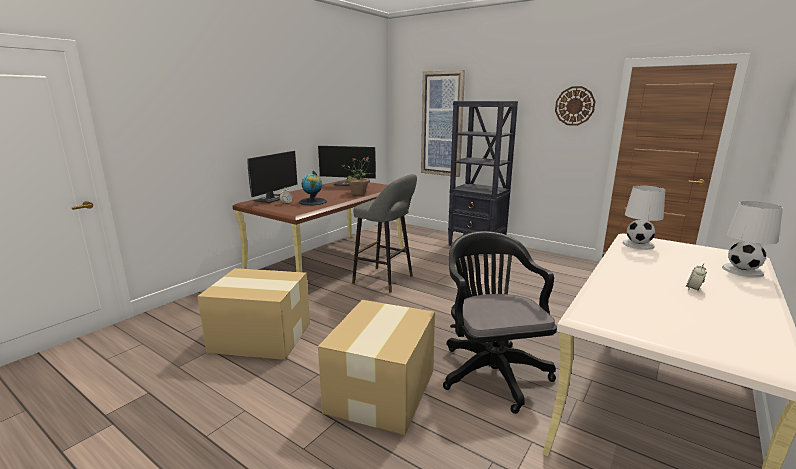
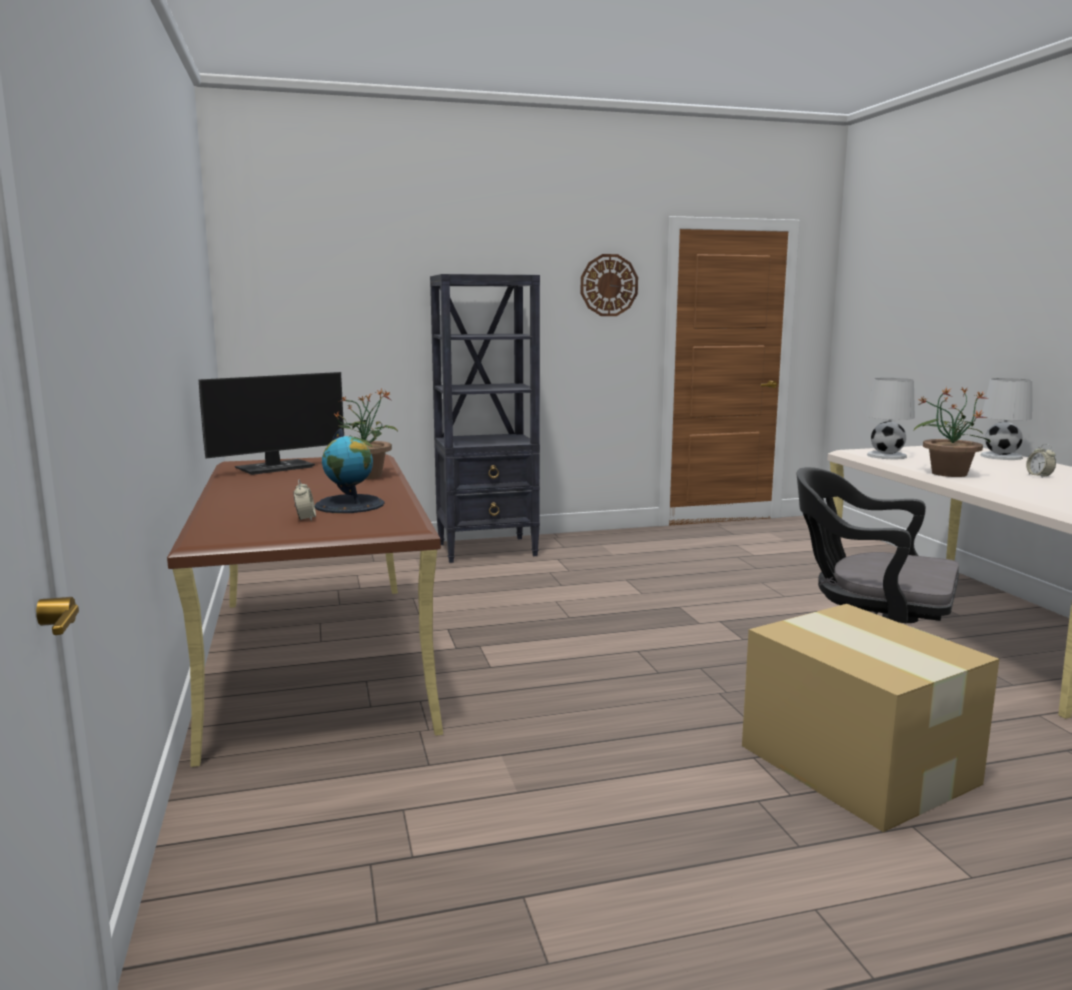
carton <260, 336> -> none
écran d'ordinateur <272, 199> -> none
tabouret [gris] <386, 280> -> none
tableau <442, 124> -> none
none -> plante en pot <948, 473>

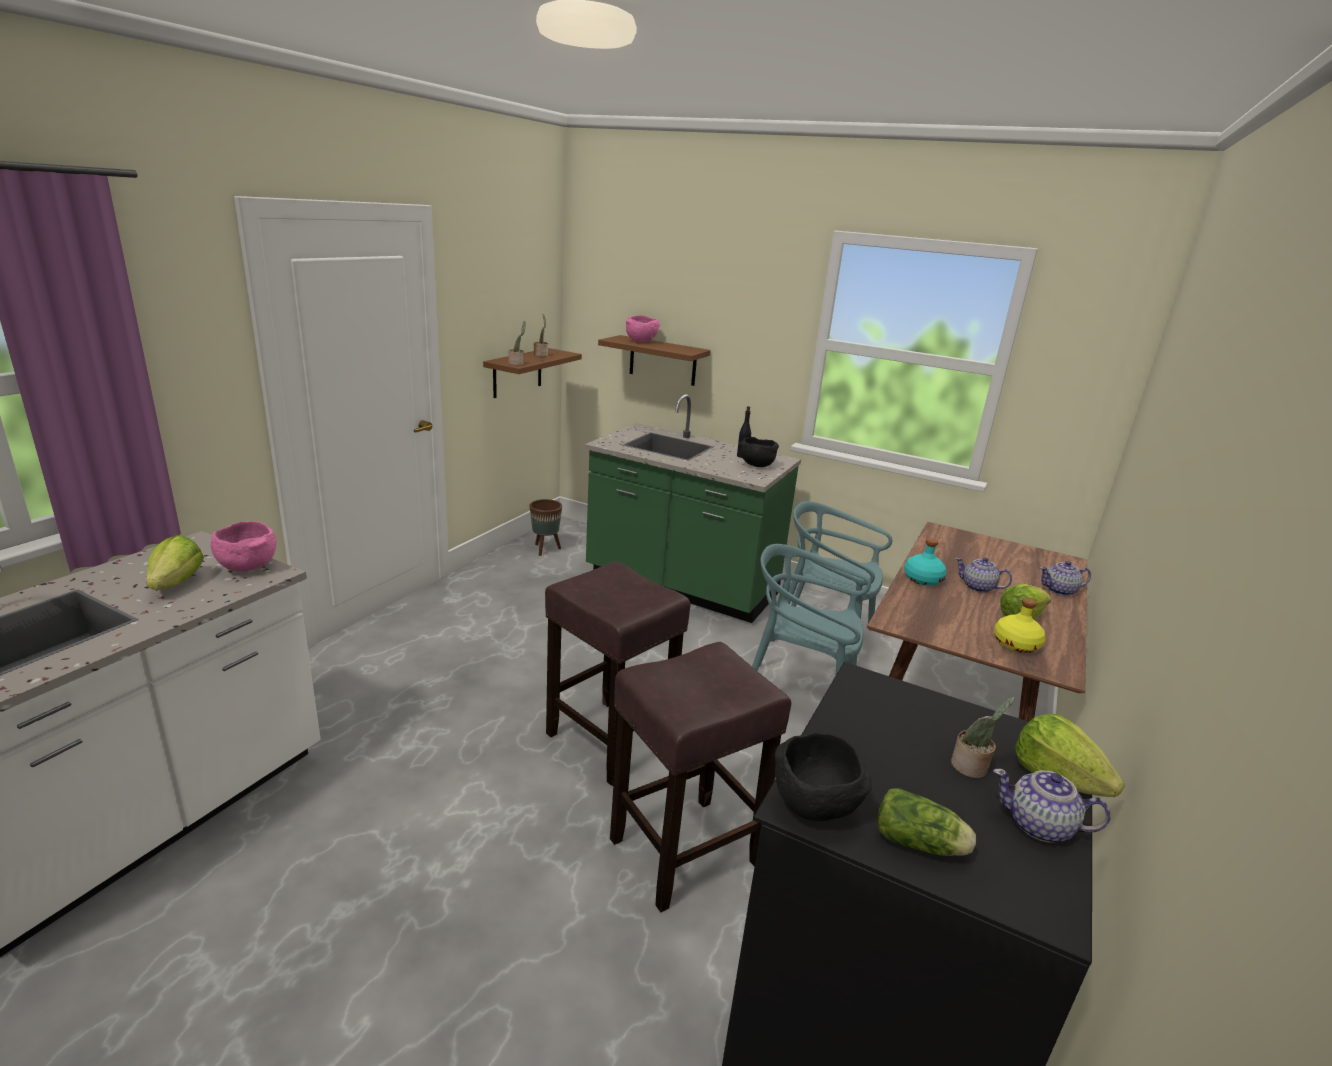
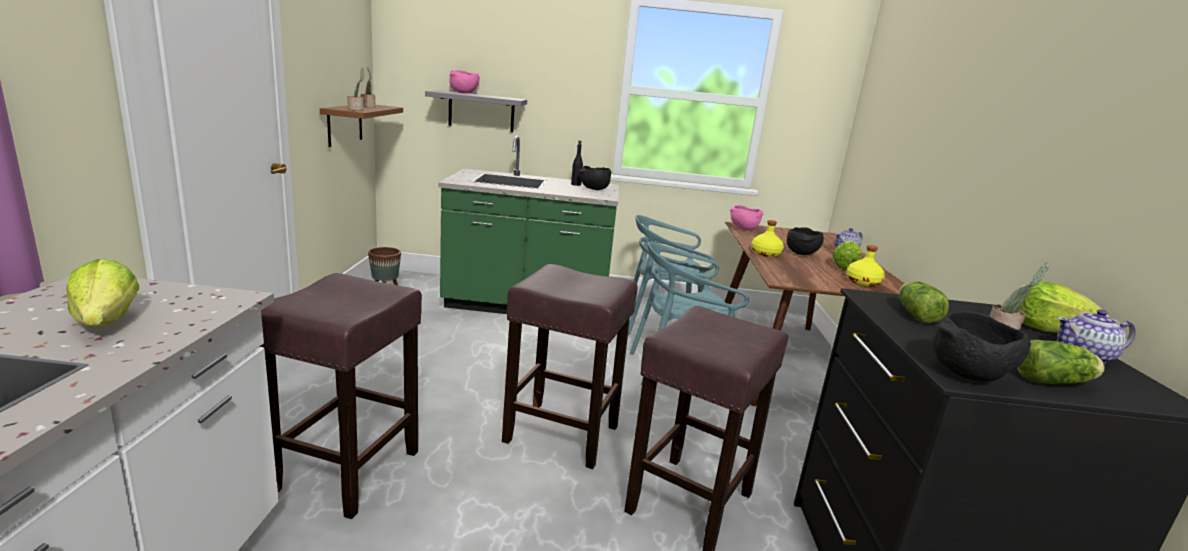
bol [rose] <247, 567> -> bol [rose] <743, 228>, move
étagère [marron] <662, 361> -> étagère [gris] <481, 111>
bouteille [turquoise] <922, 579> -> bouteille [jaune] <765, 253>
théière <977, 587> -> bol [noir] <801, 254>
none -> tabouret [marron] <349, 469>
none -> laitue <915, 314>

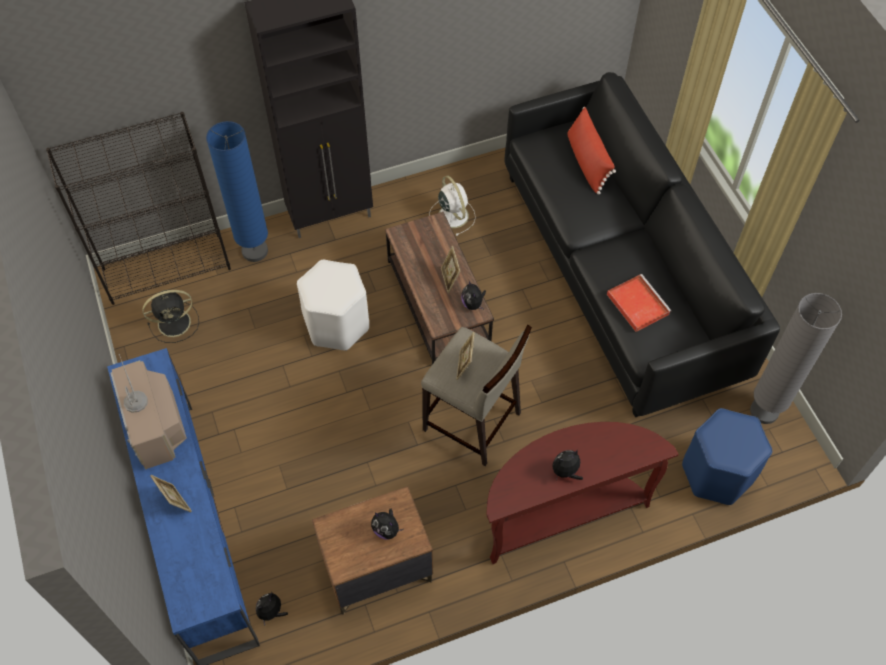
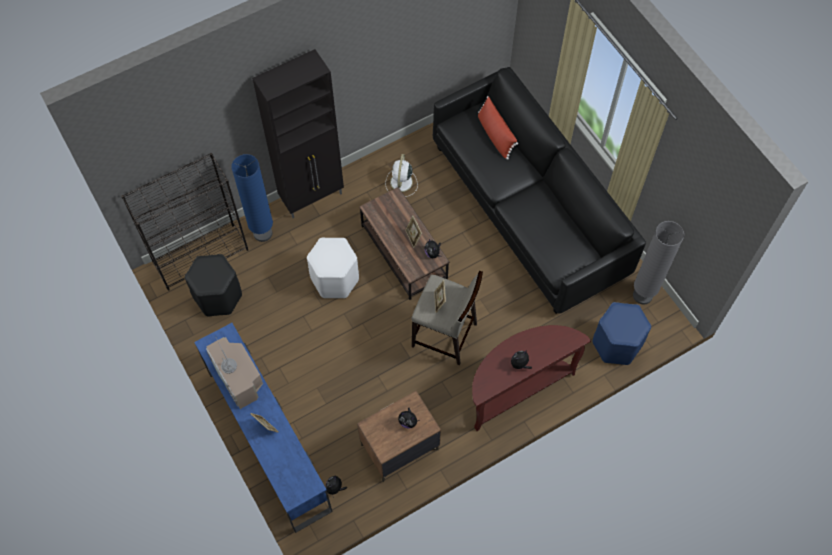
ventilateur [noir] <175, 322> -> tabouret [noir] <218, 296>
ventilateur [blanc] <452, 215> -> ventilateur [blanc] <401, 183>, 135 degrees counterclockwise
plateau [rouge] <636, 303> -> none

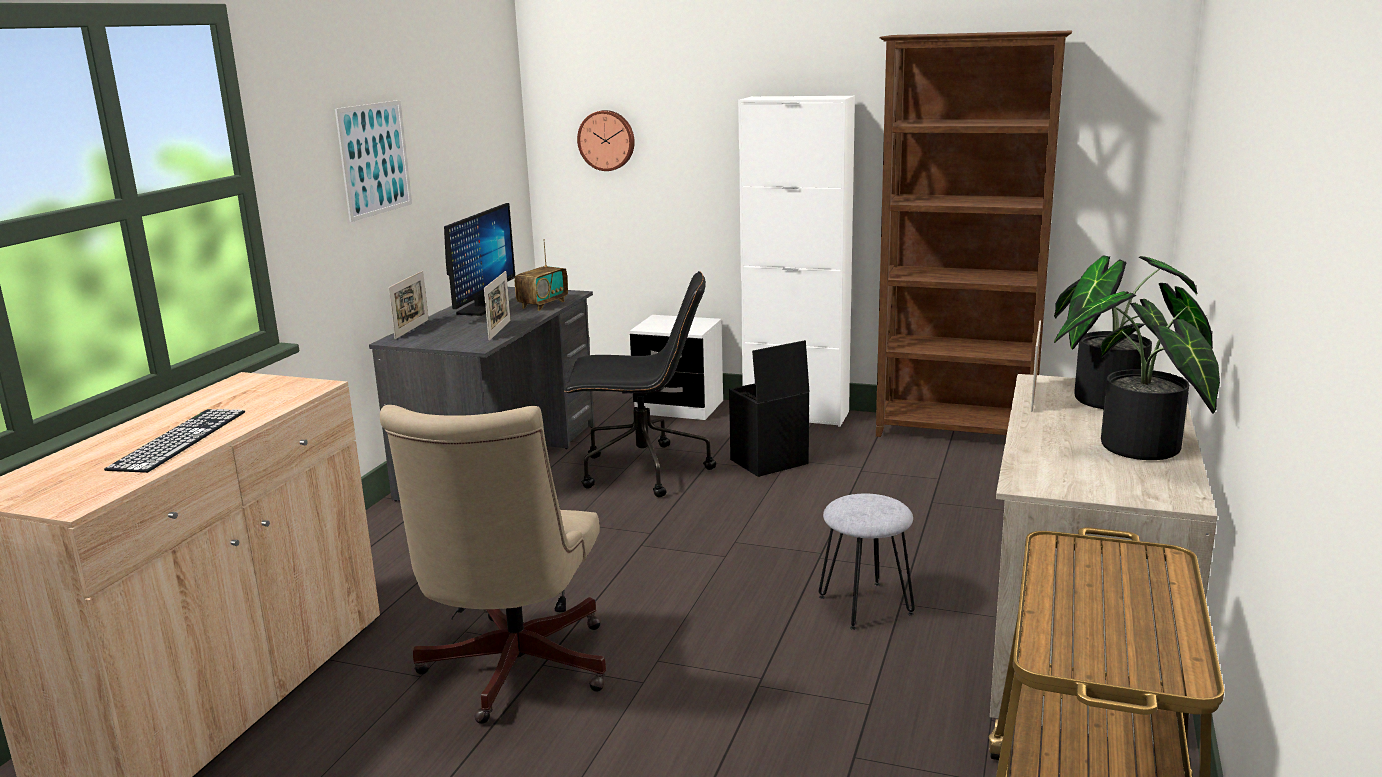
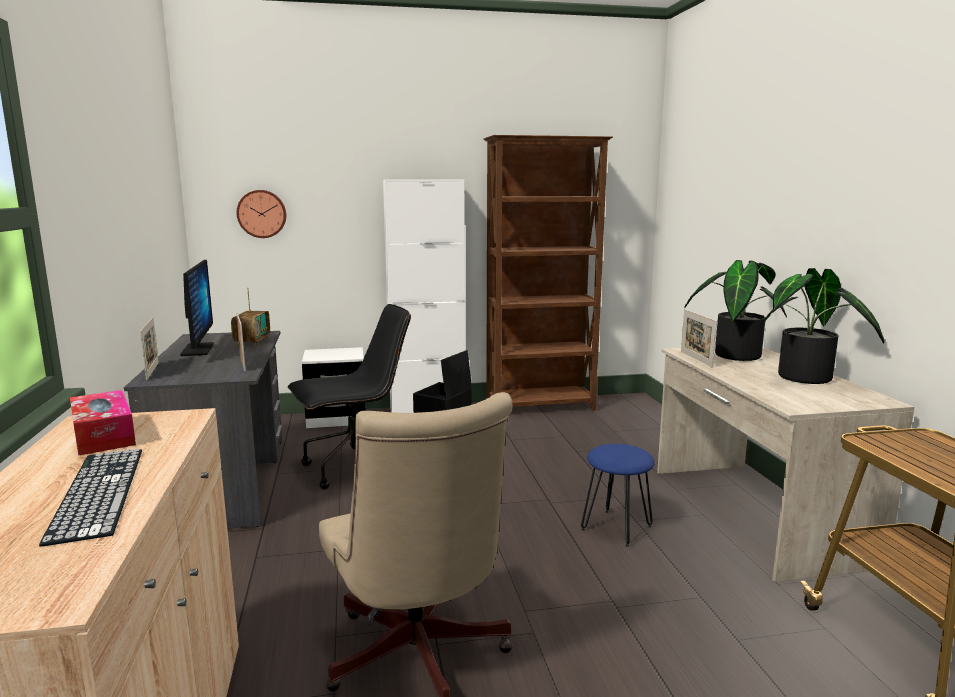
tableau <374, 159> -> none
tabouret [gris] <865, 605> -> tabouret [bleu] <616, 527>
none -> boîte à mouchoirs <103, 435>

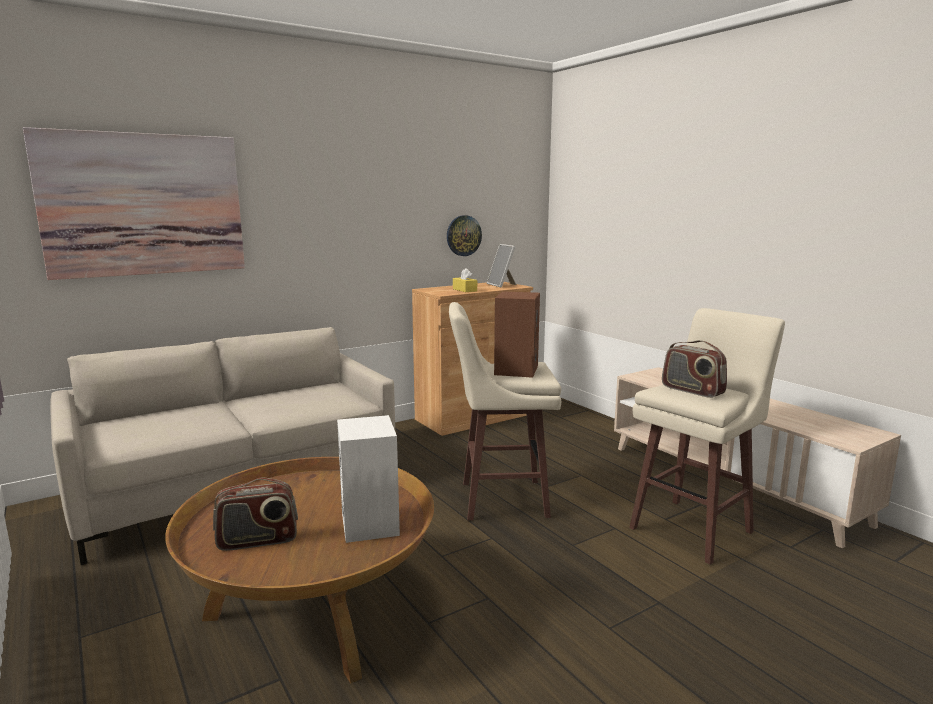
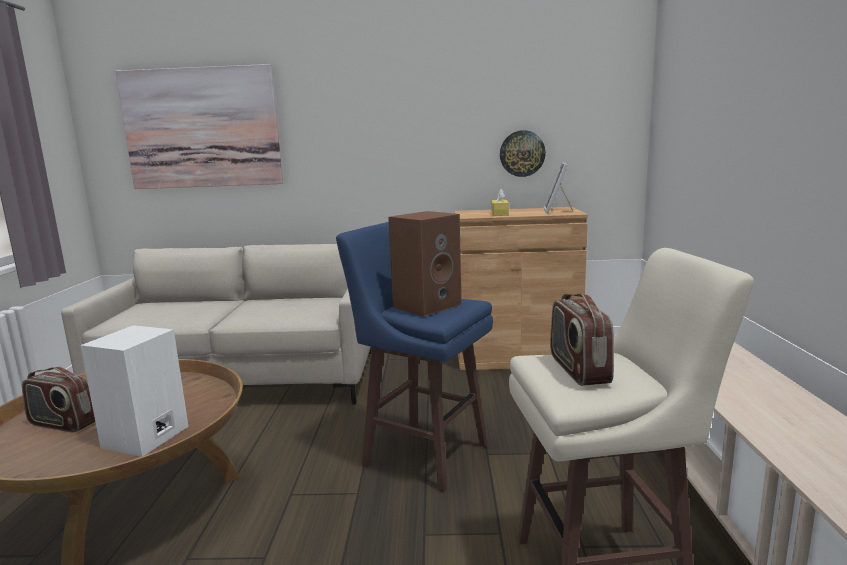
tabouret [beige] <500, 499> -> tabouret [bleu] <423, 453>

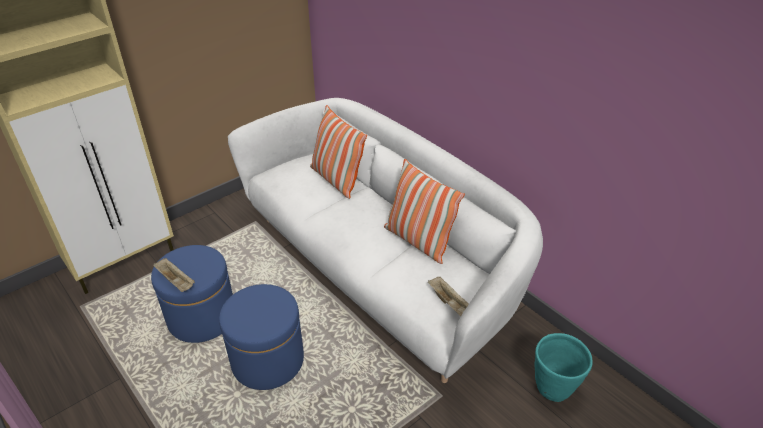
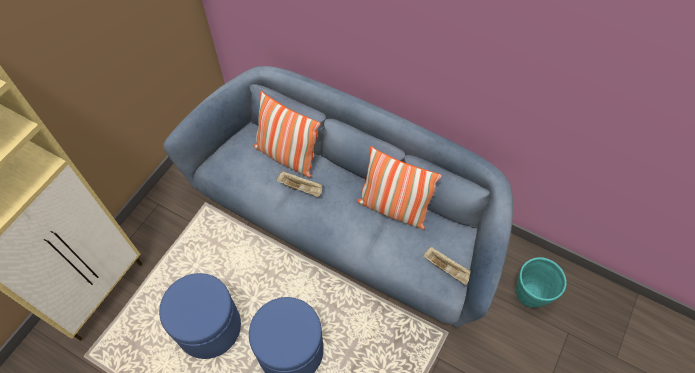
plateau [beige] <176, 281> -> plateau [beige] <301, 188>, move
canapé [blanc] <380, 269> -> canapé [bleu] <346, 221>

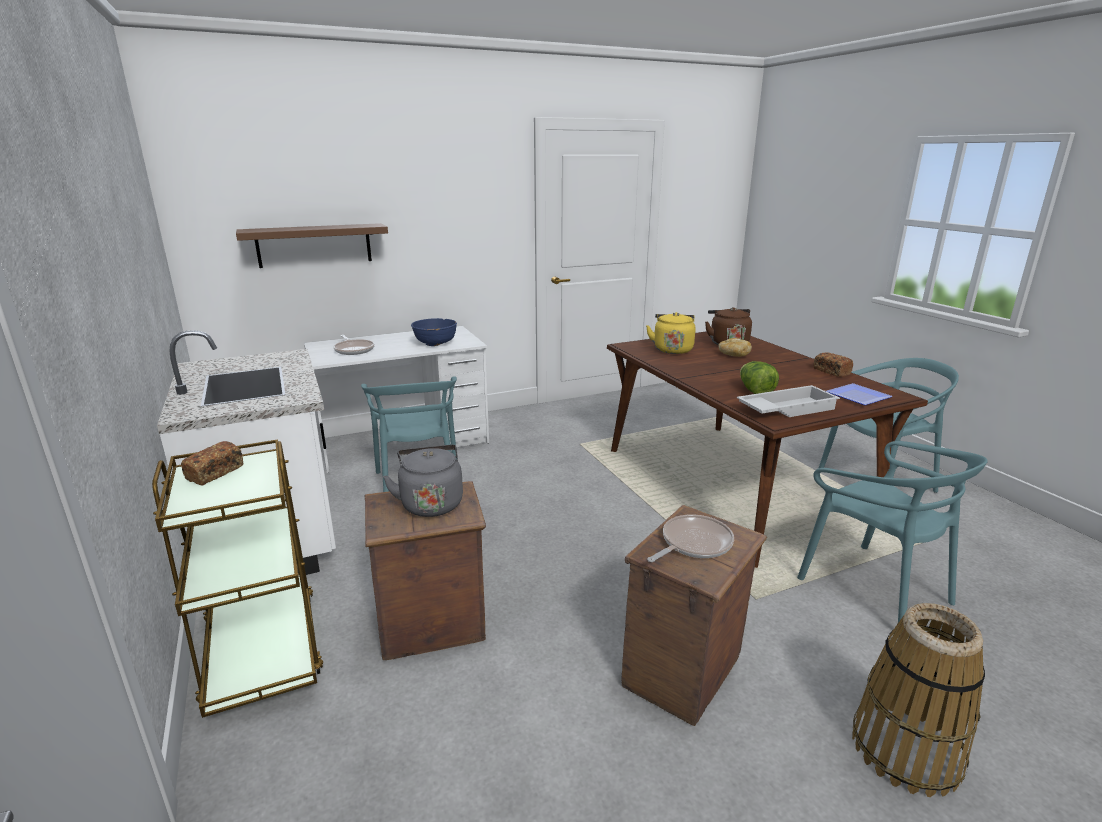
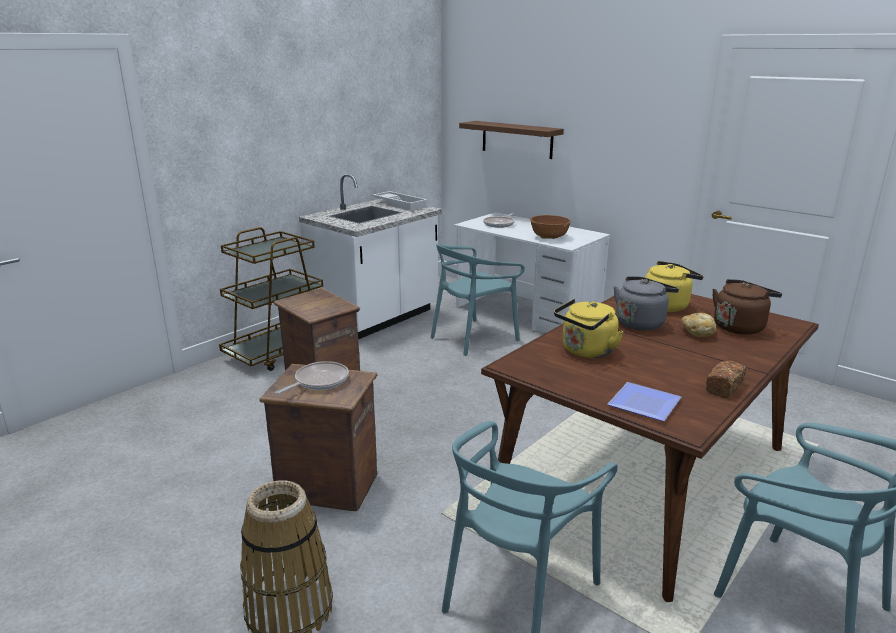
pain <215, 473> -> none
bouilloire [gris] <431, 503> -> bouilloire [gris] <641, 323>, move
bol [bleu] <435, 343> -> bol [marron] <549, 237>
poêle <693, 543> -> poêle <319, 381>, 75 degrees counterclockwise
plateau [blanc] <786, 408> -> plateau [blanc] <400, 204>, move
laitue <755, 391> -> bouilloire [jaune] <586, 351>

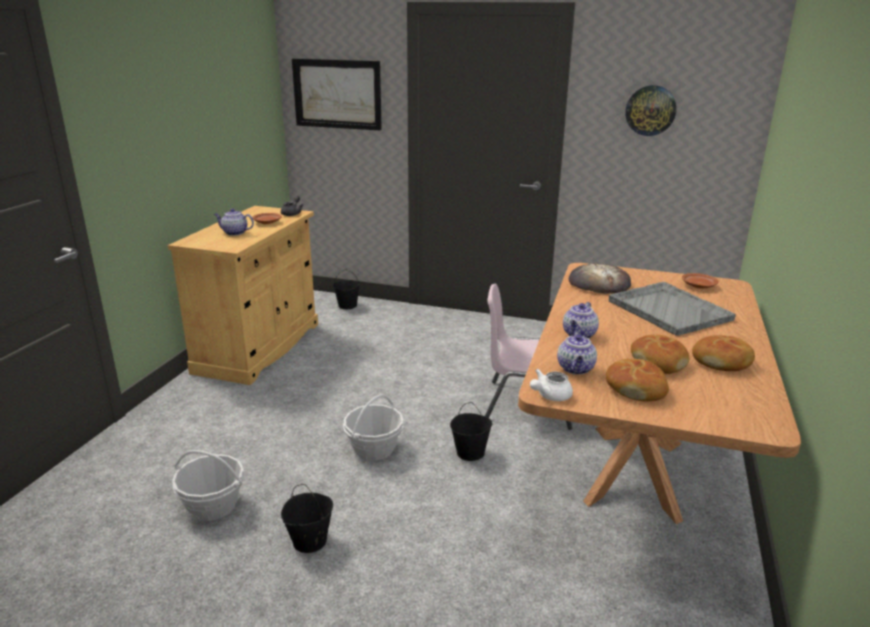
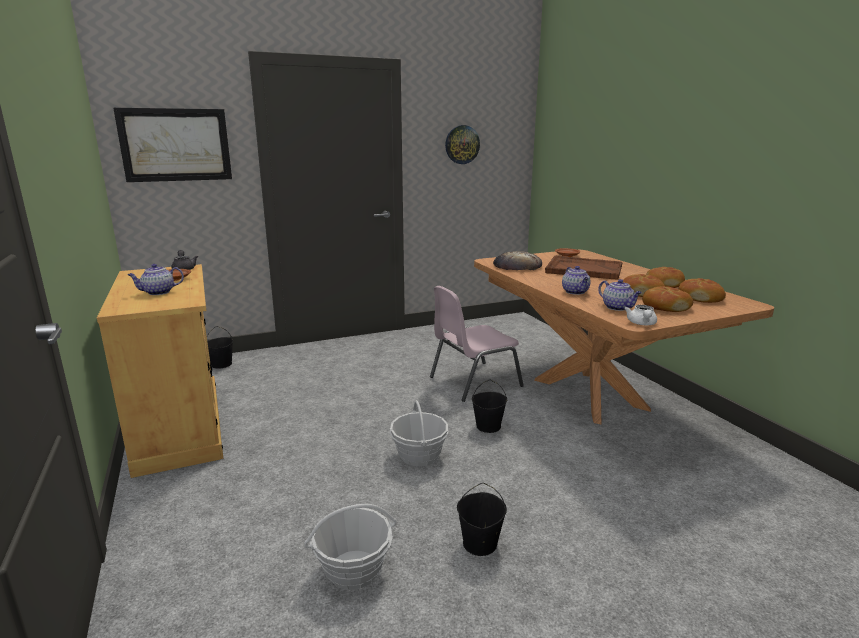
plateau [gris] <668, 310> -> plateau [marron] <583, 269>
none -> pain <700, 297>

